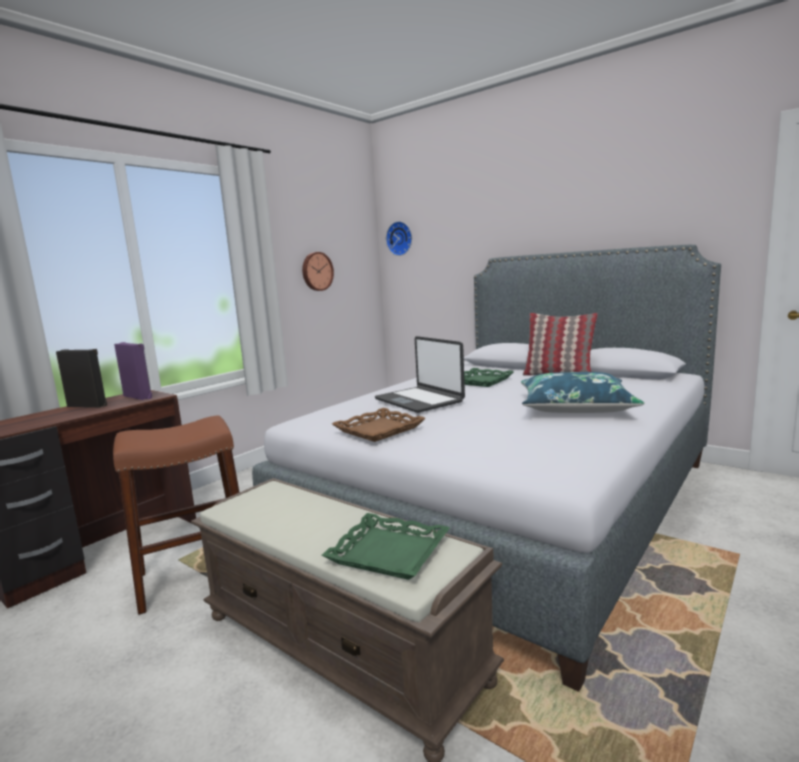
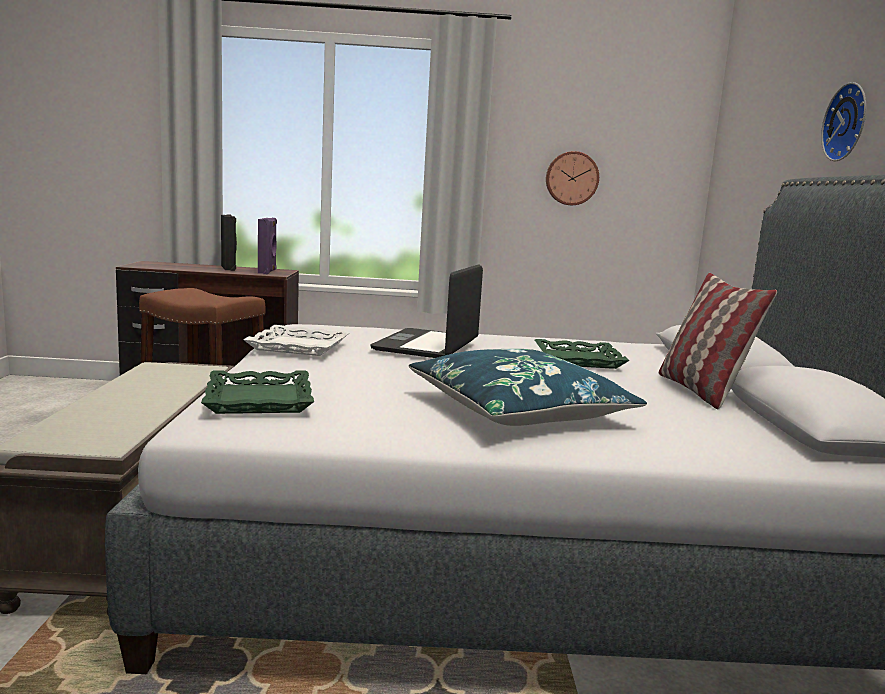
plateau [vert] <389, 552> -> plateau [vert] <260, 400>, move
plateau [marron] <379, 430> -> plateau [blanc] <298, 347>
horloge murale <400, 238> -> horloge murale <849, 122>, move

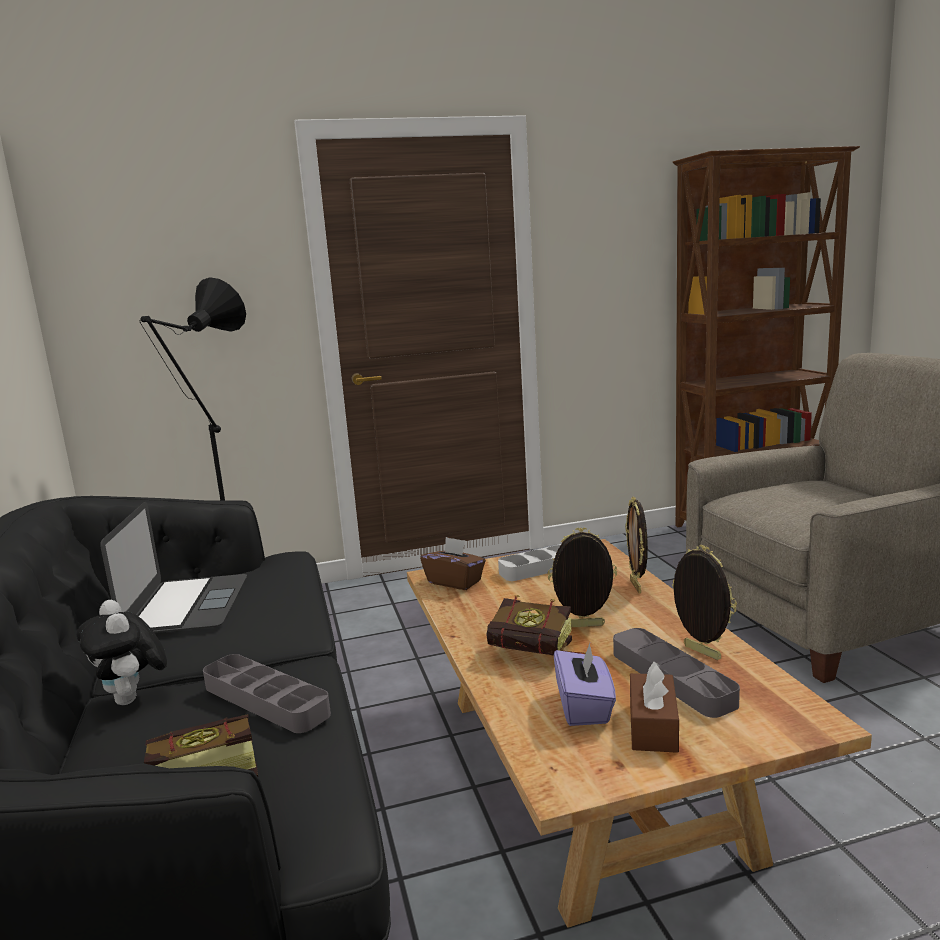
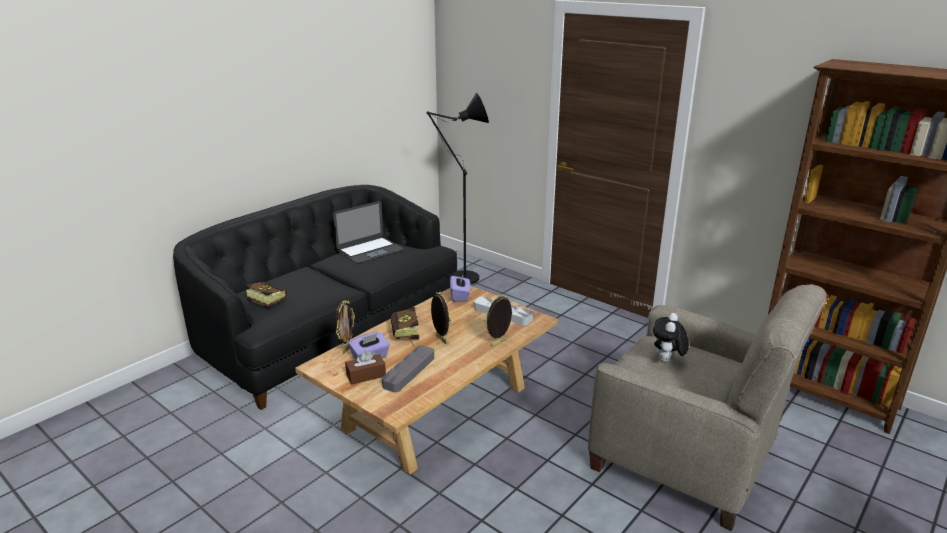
peluche <133, 699> -> peluche <667, 361>, move
plateau [gris] <265, 700> -> none
boîte à mouchoirs [marron] <455, 582> -> boîte à mouchoirs [violet] <460, 296>
cadre photo <700, 653> -> cadre photo <346, 349>, move

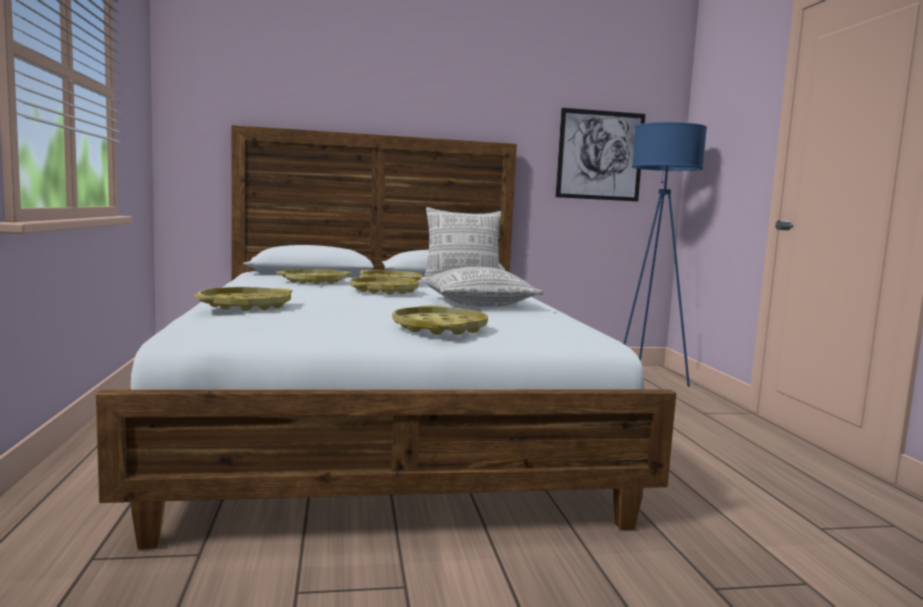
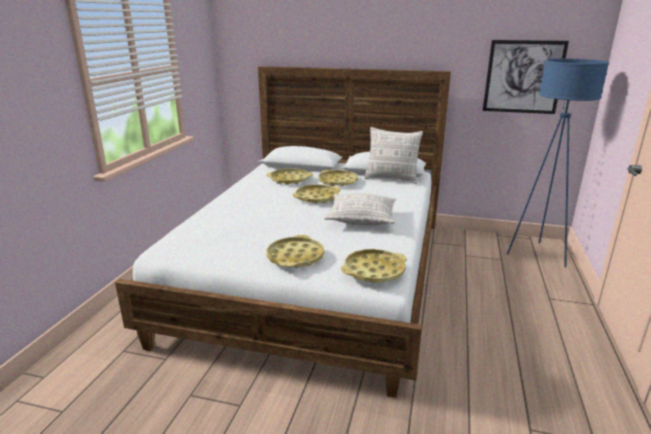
plateau [jaune] <245, 306> -> plateau [jaune] <374, 271>, move

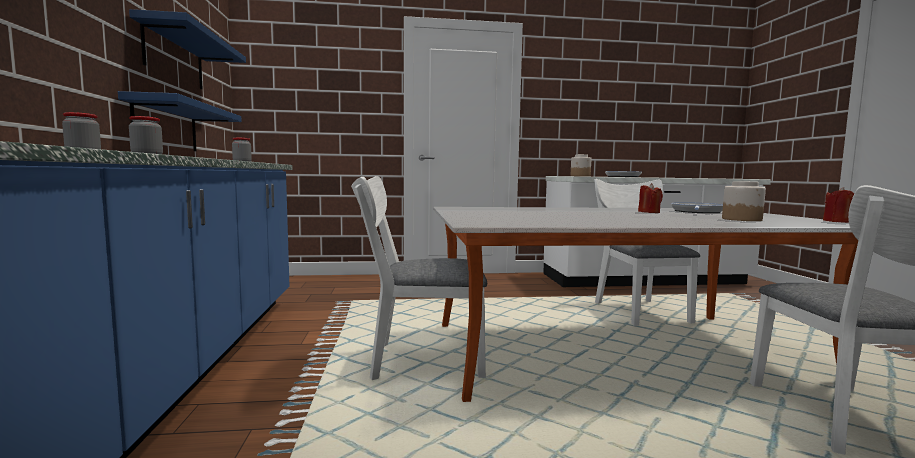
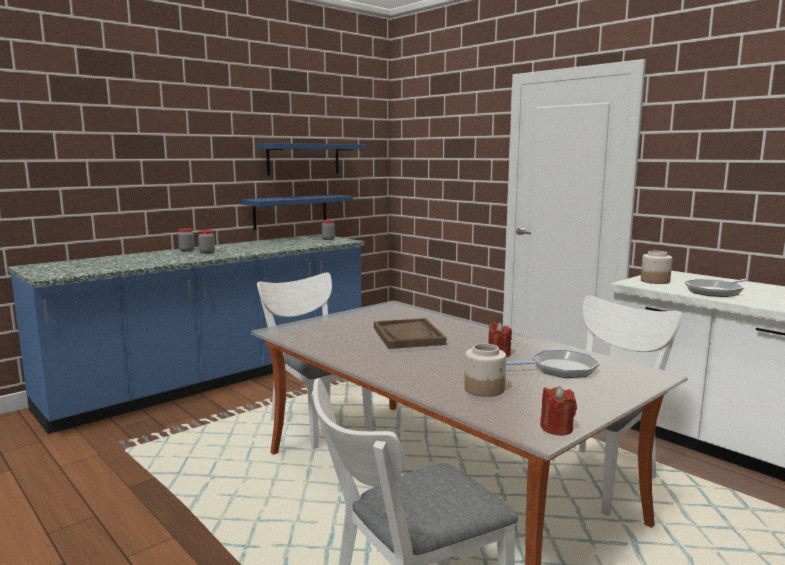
none -> plateau [marron] <408, 336>

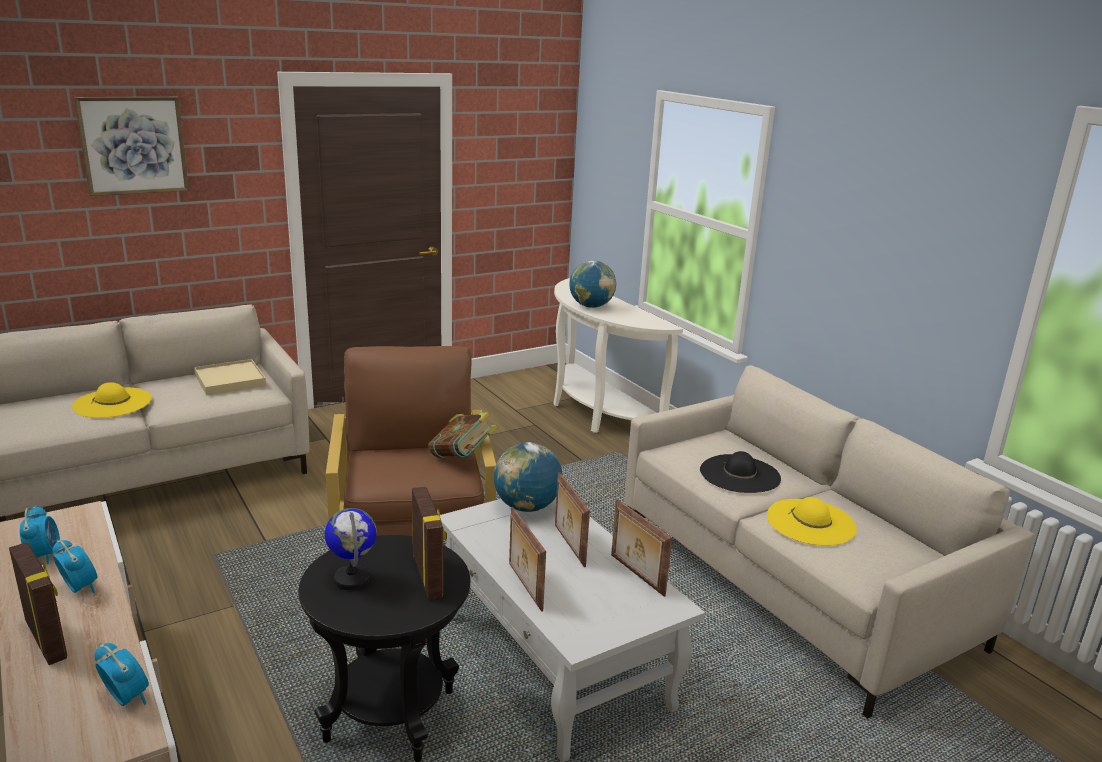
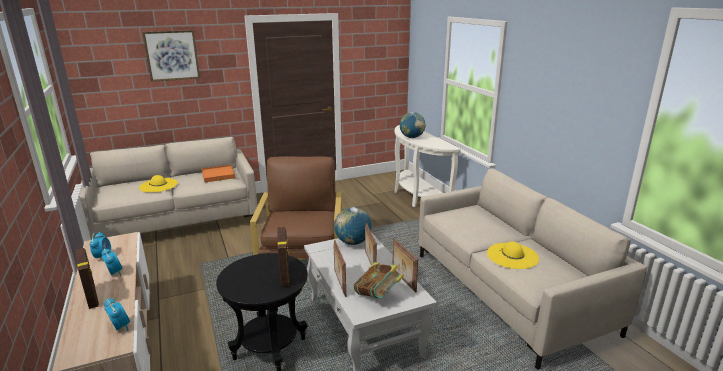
plateau [beige] <230, 380> -> plateau [orange] <218, 175>
globe <352, 579> -> none
livre <462, 458> -> livre <378, 296>, move
chapeau [noir] <740, 474> -> none

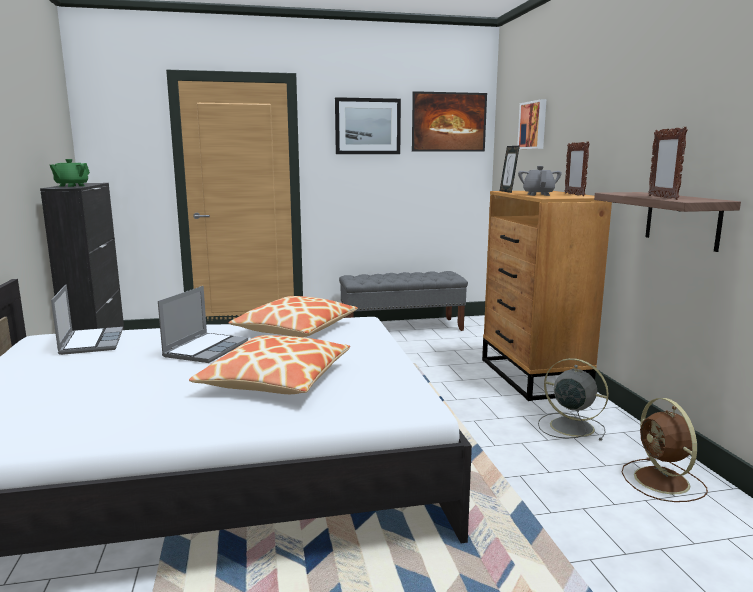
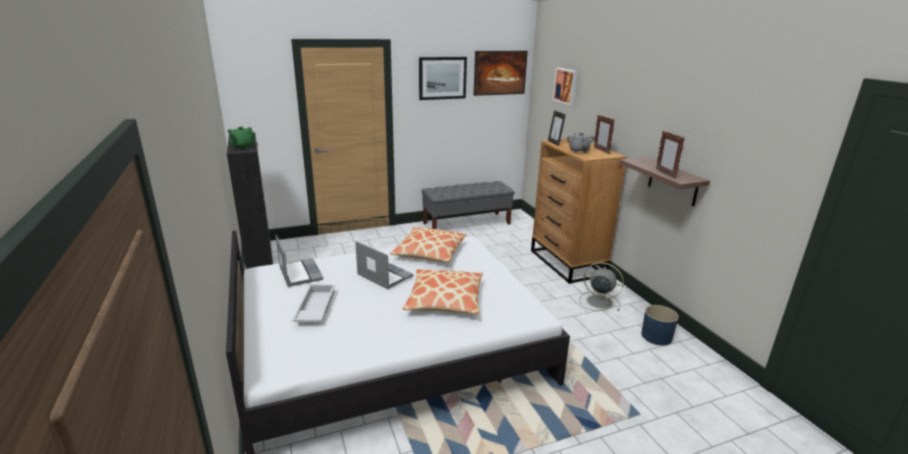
ordinateur portable <206, 349> -> ordinateur portable <383, 275>, 60 degrees counterclockwise
ventilateur [marron] <663, 481> -> cache-pot [bleu] <656, 336>
none -> plateau [blanc] <314, 308>

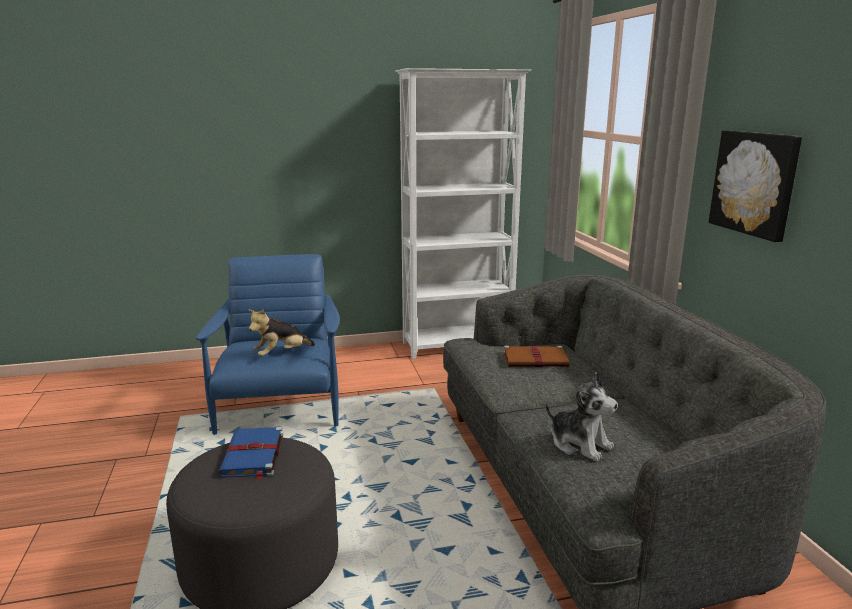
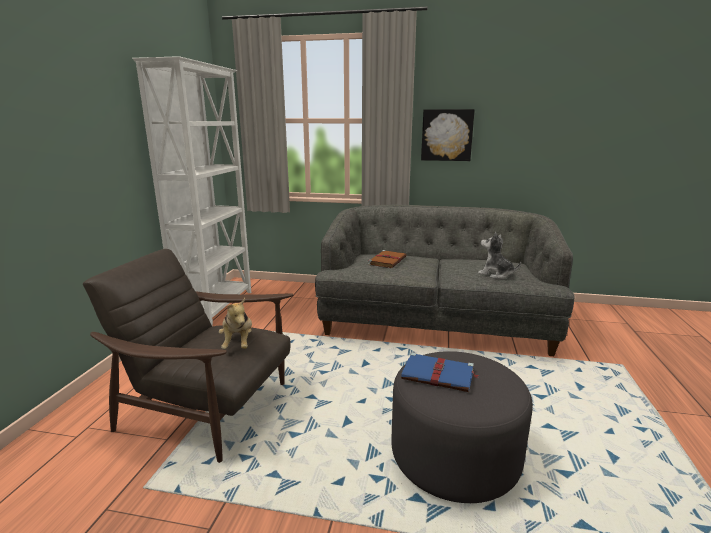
fauteuil [bleu] <281, 405> -> fauteuil [marron] <209, 408>
peluche <579, 444> -> peluche <496, 274>, 120 degrees counterclockwise

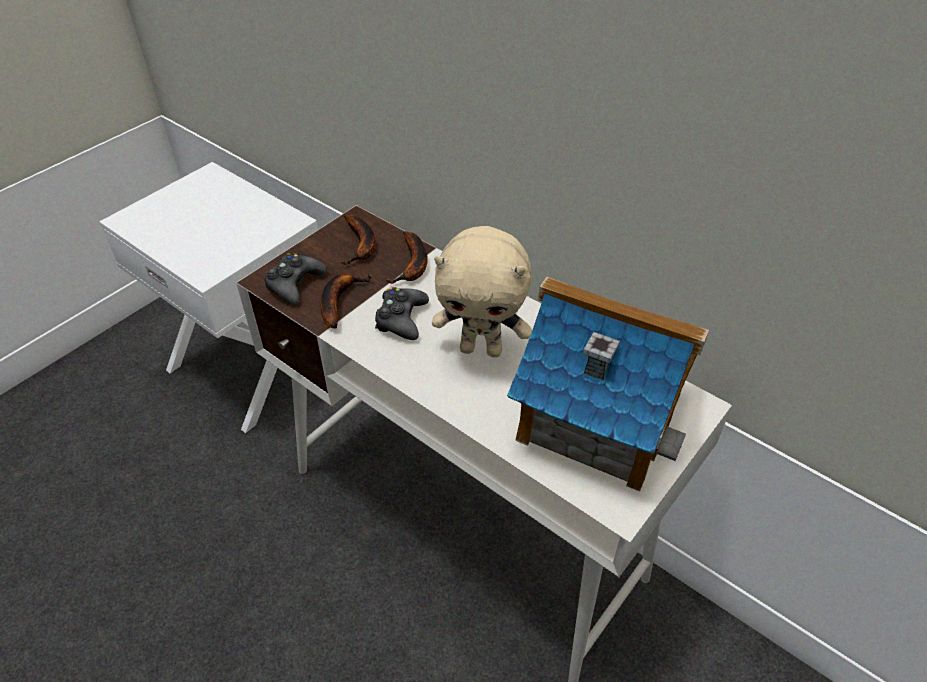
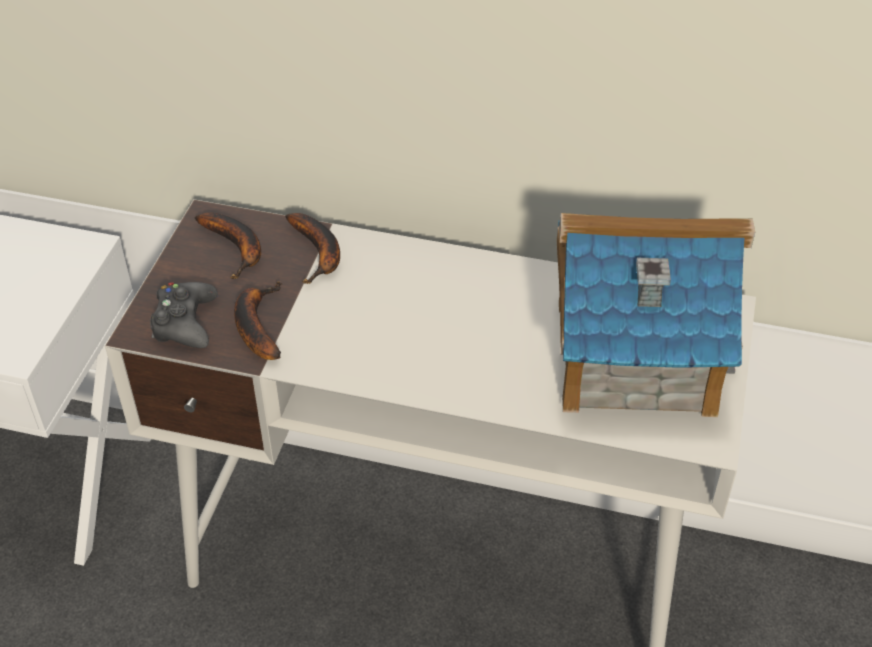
manette [noir] <401, 319> -> none
peluche [beige] <482, 349> -> none

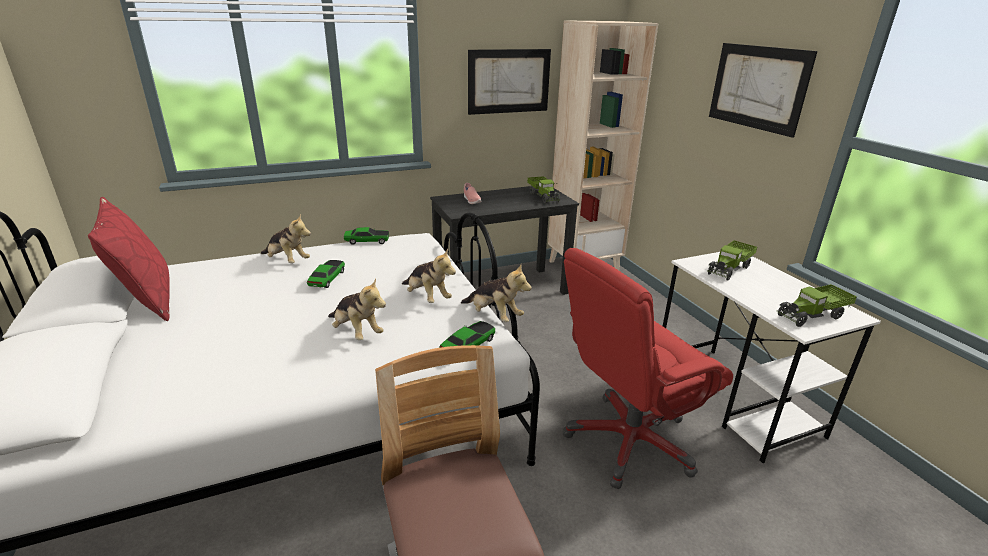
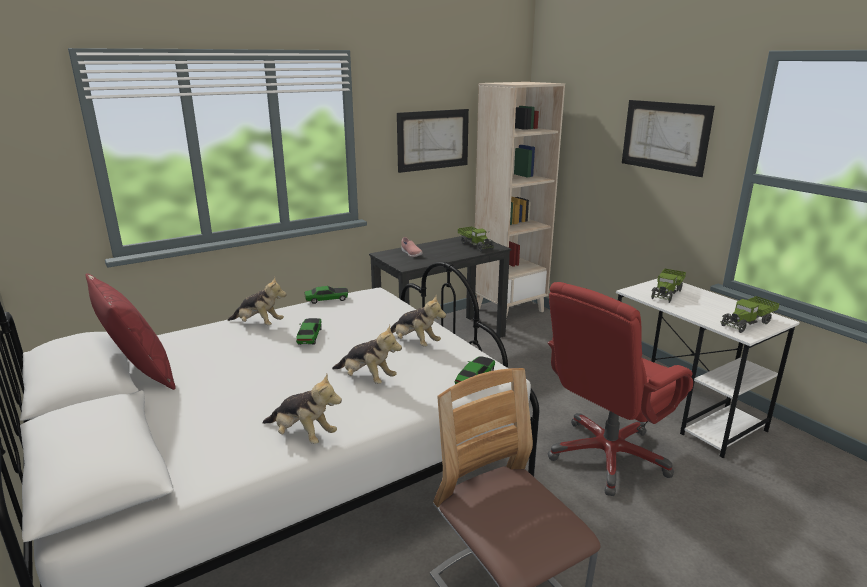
peluche <494, 315> -> peluche <303, 435>, move

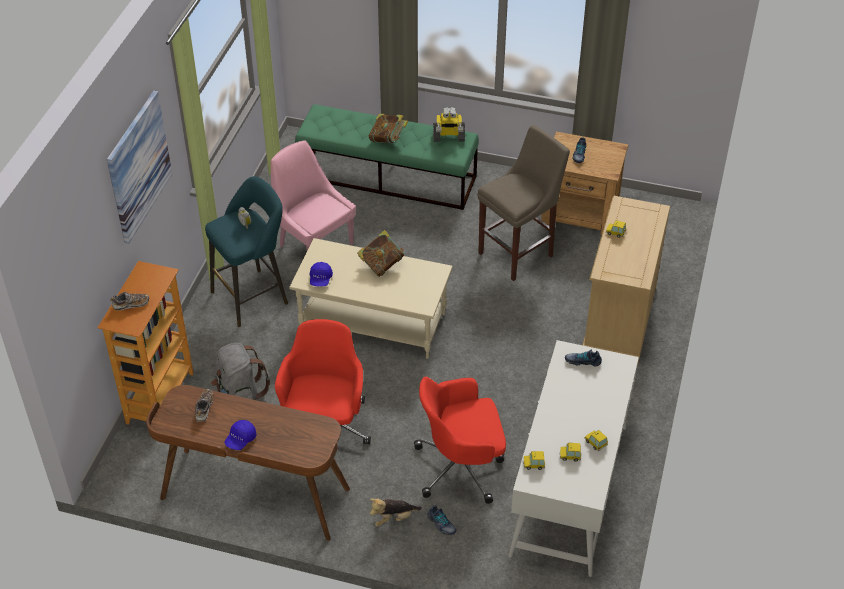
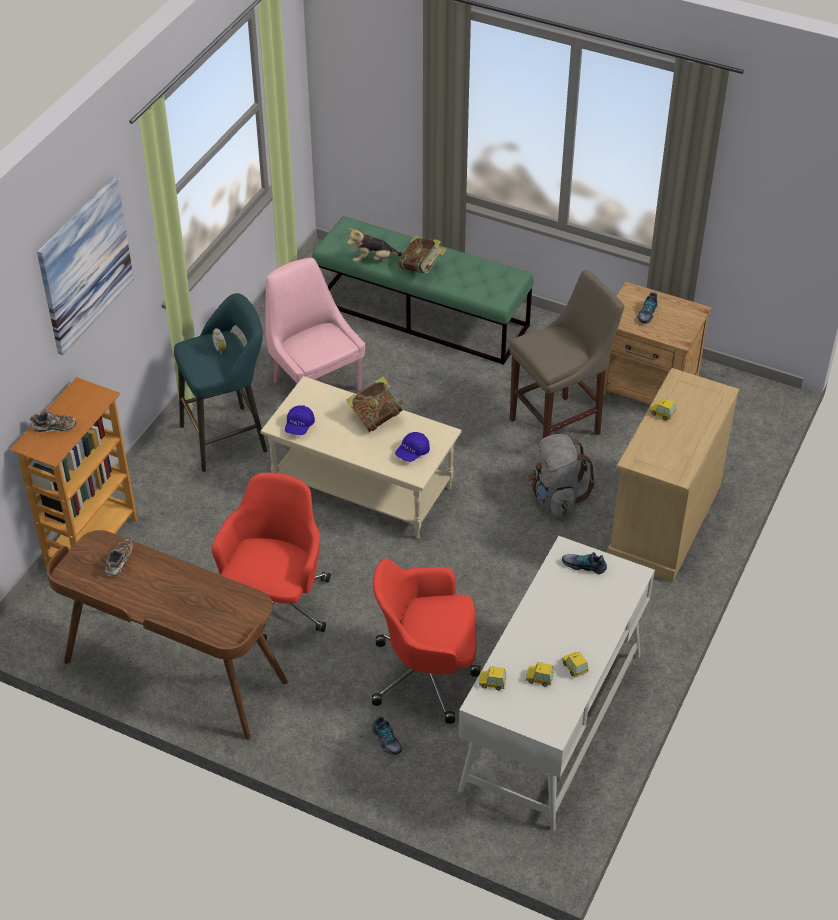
sac à dos [gris] <239, 395> -> sac à dos [gris] <555, 496>, move
casquette [bleu] <240, 439> -> casquette [bleu] <412, 453>, move
peluche <393, 518> -> peluche <373, 260>, move
robot jouet <448, 137> -> none

